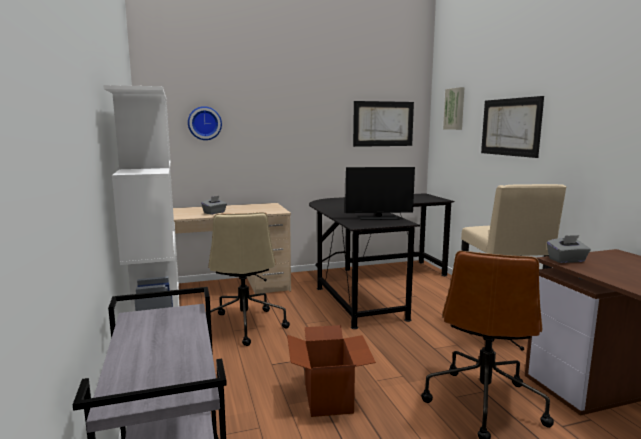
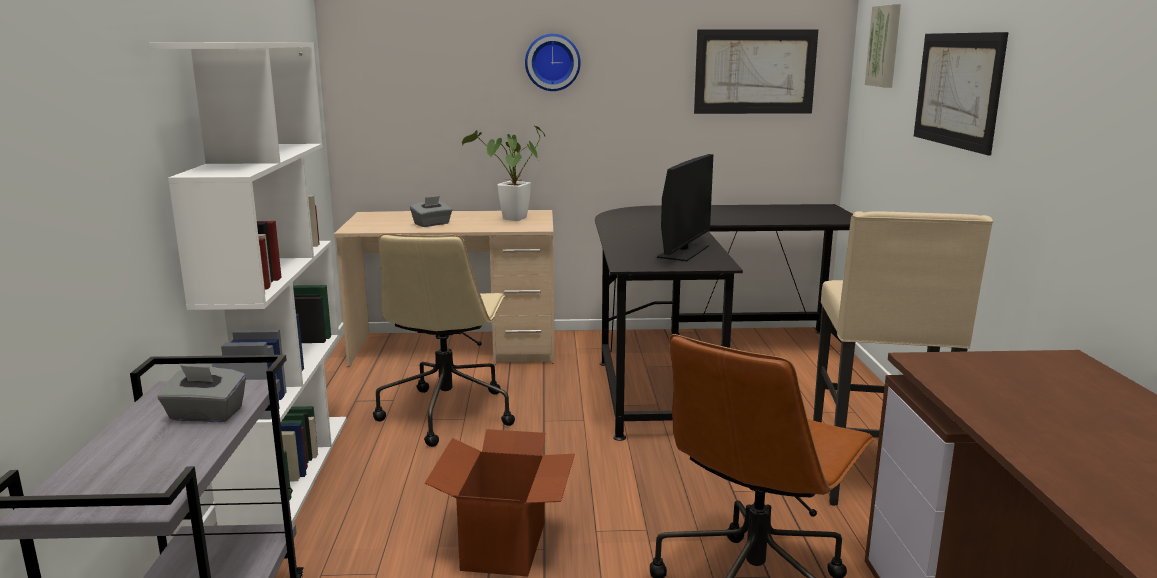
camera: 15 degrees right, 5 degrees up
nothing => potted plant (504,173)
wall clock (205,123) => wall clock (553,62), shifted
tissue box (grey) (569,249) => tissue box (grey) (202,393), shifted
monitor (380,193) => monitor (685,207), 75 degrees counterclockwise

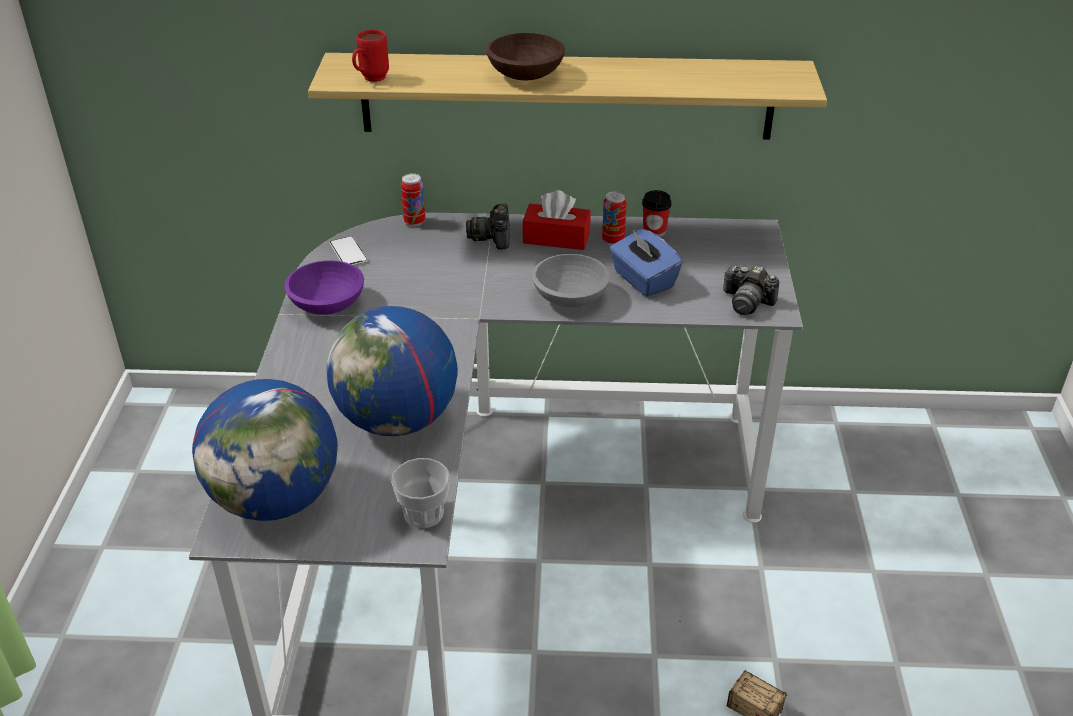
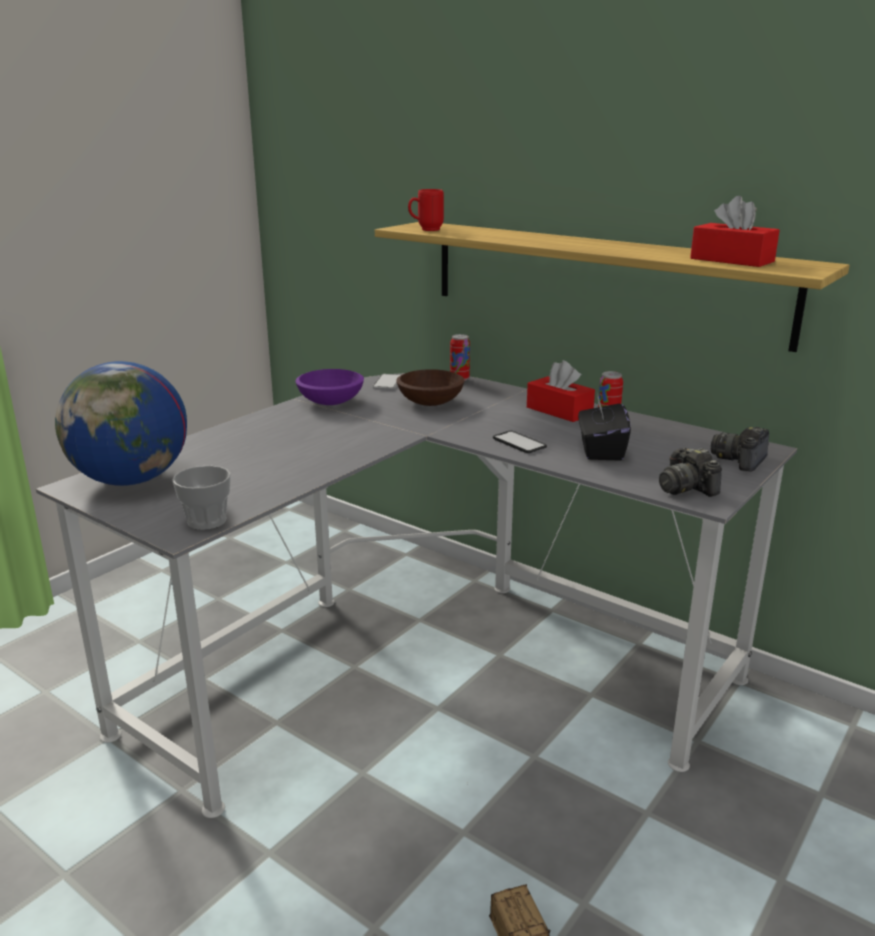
camera: 35 degrees right, 15 degrees down
globe (392,371) => nothing
cup (657,213) => nothing
nothing => tissue box (red) (735,231)
photo camera (488,227) => photo camera (740,449), shifted
bowl (brown) (525,56) => bowl (brown) (430,387), shifted
bowl (grey) (571,280) => phone (520,442)
tissue box (blue) (646,263) => tissue box (black) (604,426)

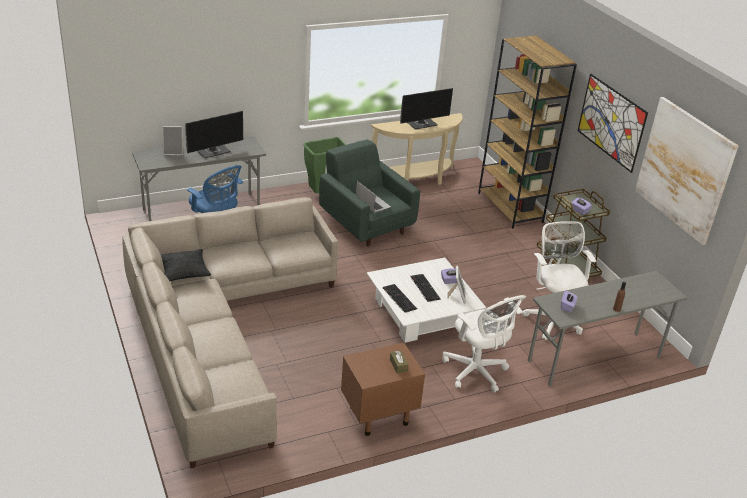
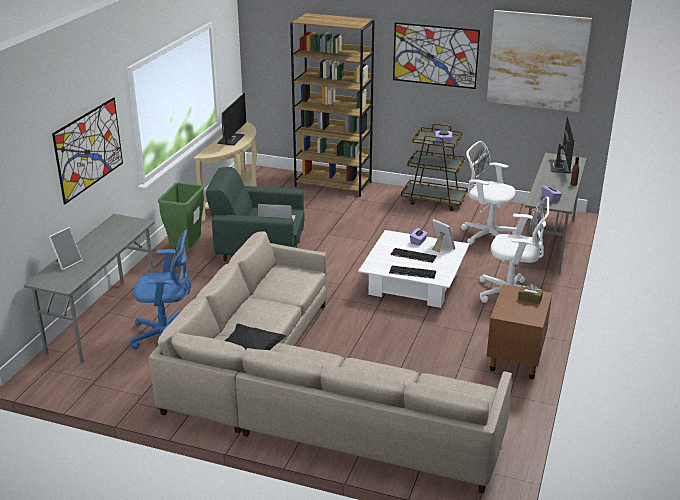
camera: 45 degrees left, 5 degrees down
nothing => picture (87,151)
monitor (214,134) => monitor (561,144), shifted

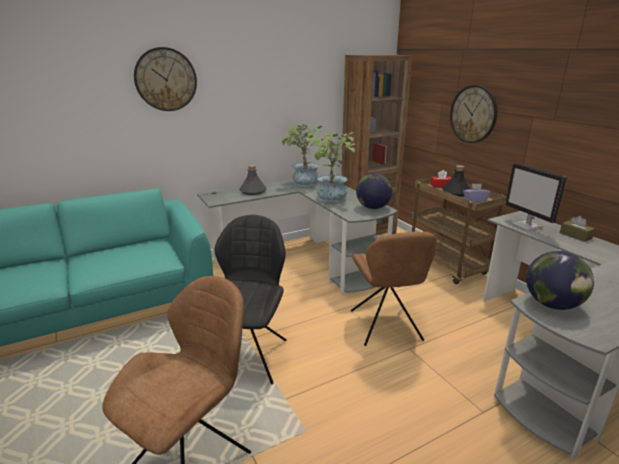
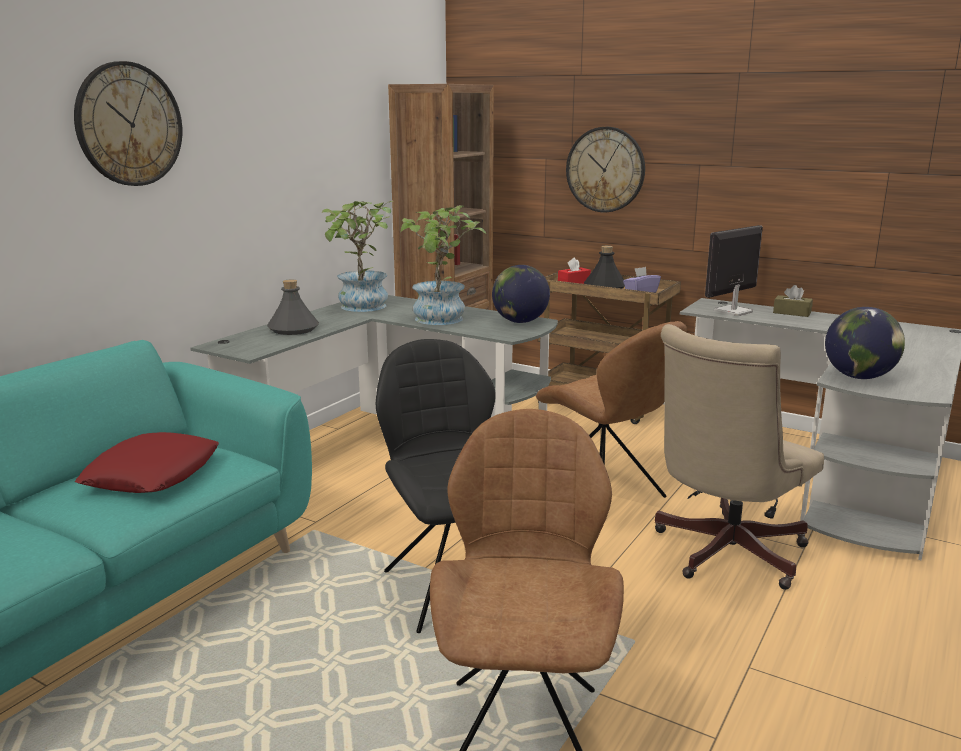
camera: 30 degrees left, 5 degrees down
nothing => pillow (red) (147,462)
nothing => office chair (beige) (739,457)
monitor (536,196) => monitor (734,270), 105 degrees clockwise

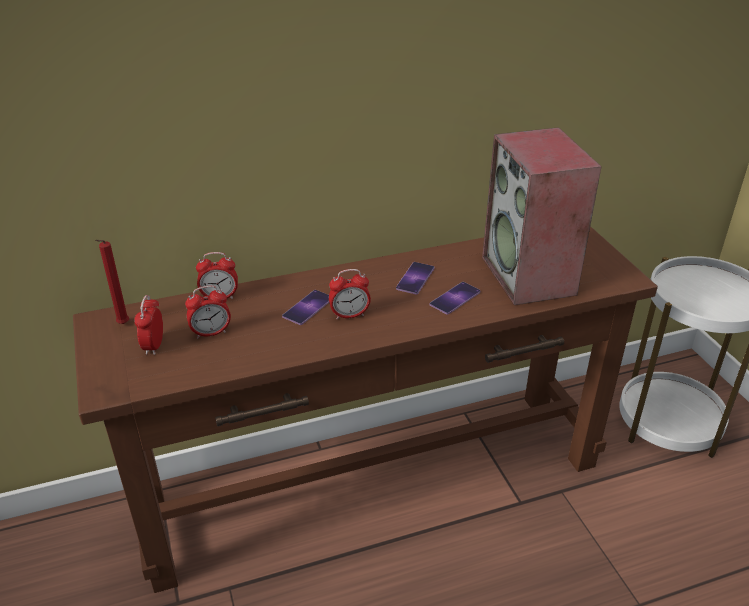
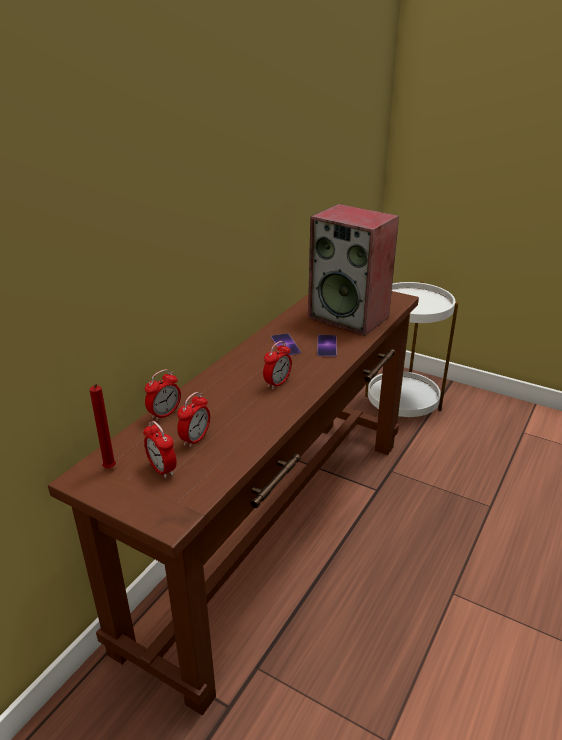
camera: 40 degrees left, 5 degrees down
phone (305,307) => nothing

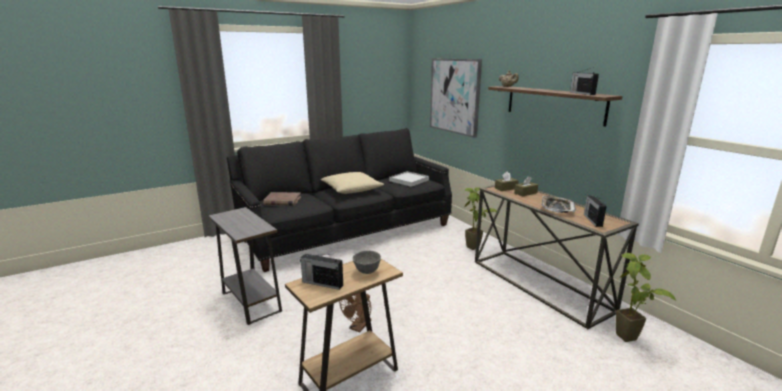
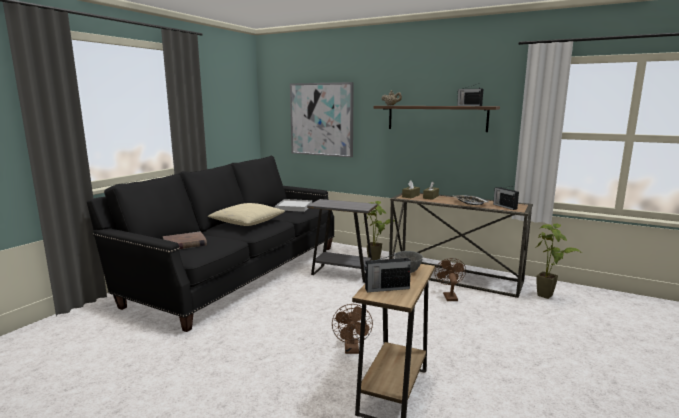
camera: 30 degrees left, 5 degrees down
nothing => fan (brown) (450,279)
side table (grey) (245,266) => side table (grey) (342,241), shifted

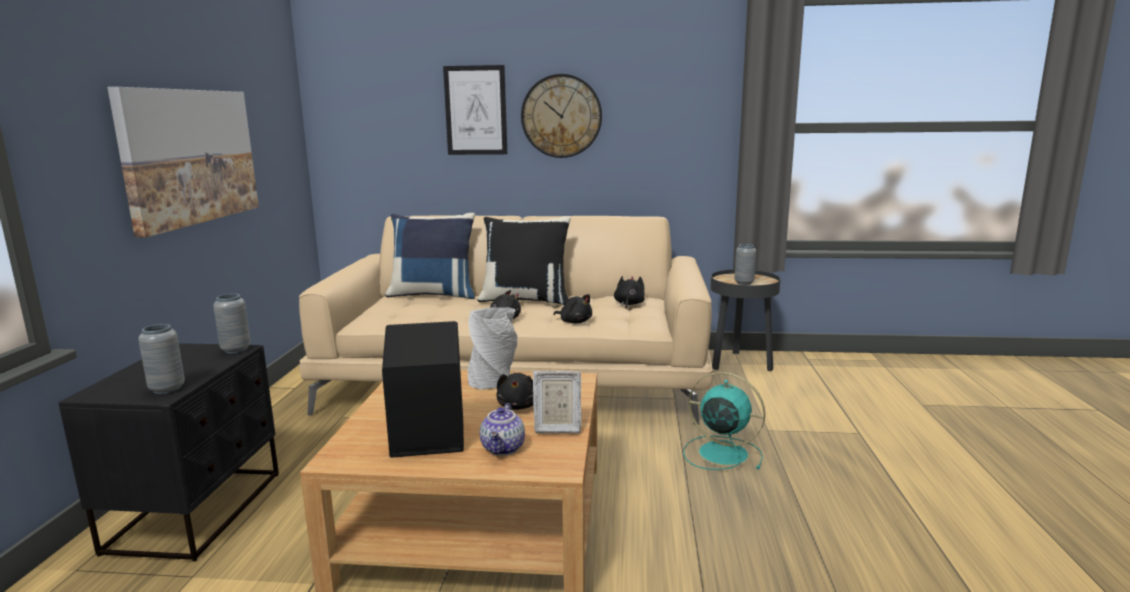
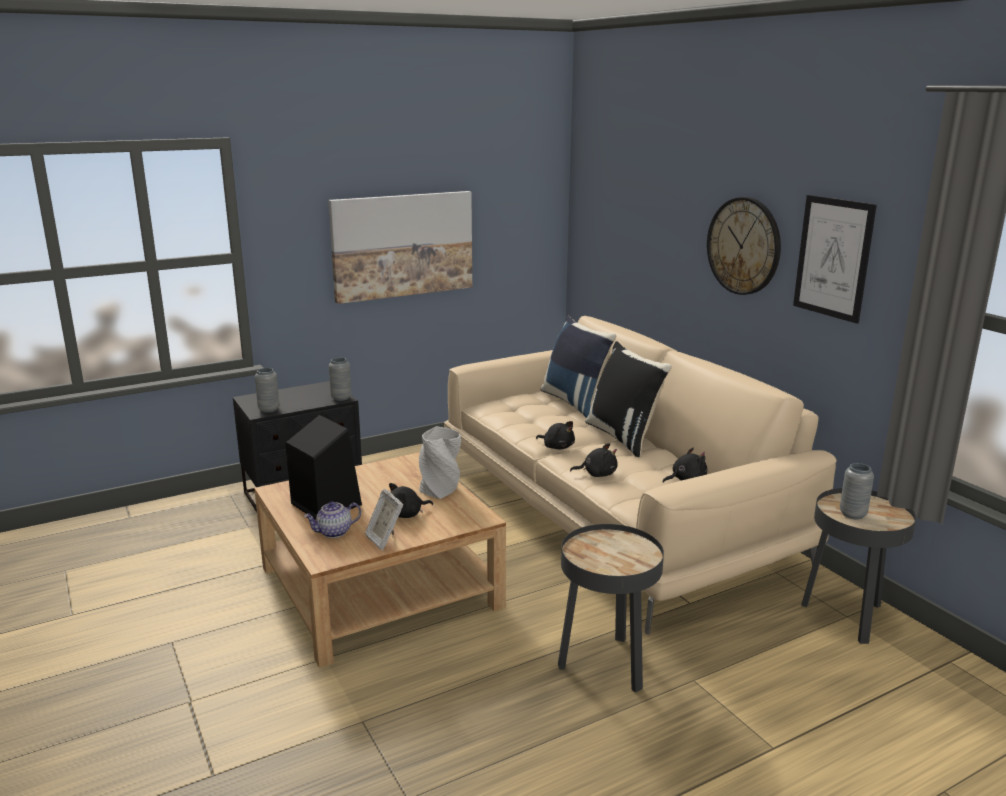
camera: 55 degrees right, 5 degrees up
picture (475,110) => picture (835,259), shifted
fan (turquoise) (724,421) => side table (black) (611,608)
plush toy (black) (572,308) => plush toy (black) (594,460), 90 degrees counterclockwise

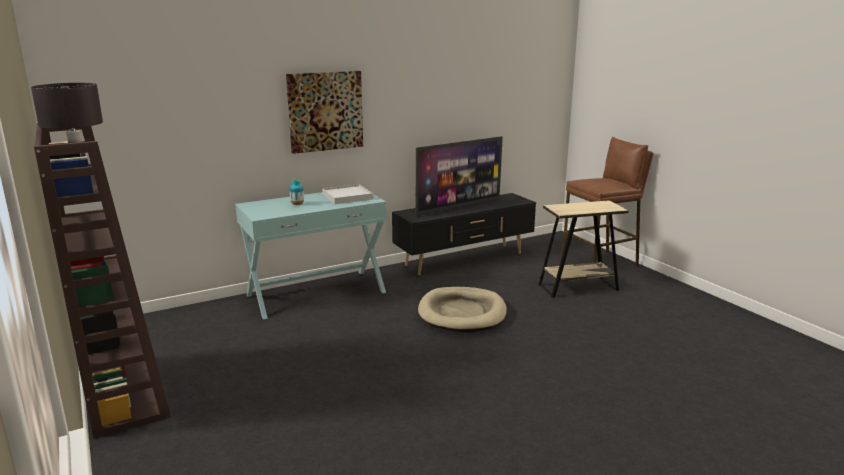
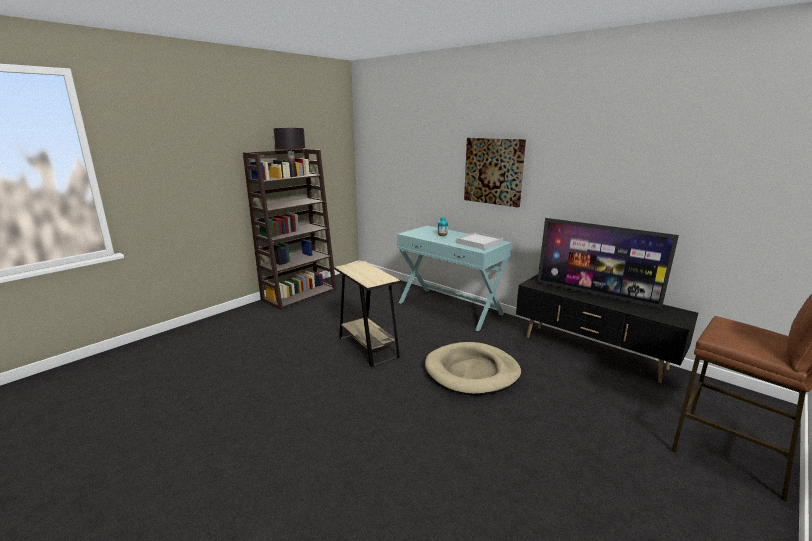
camera: 70 degrees right, 0 degrees up
side table (beige) (584,249) => side table (beige) (367,314), shifted

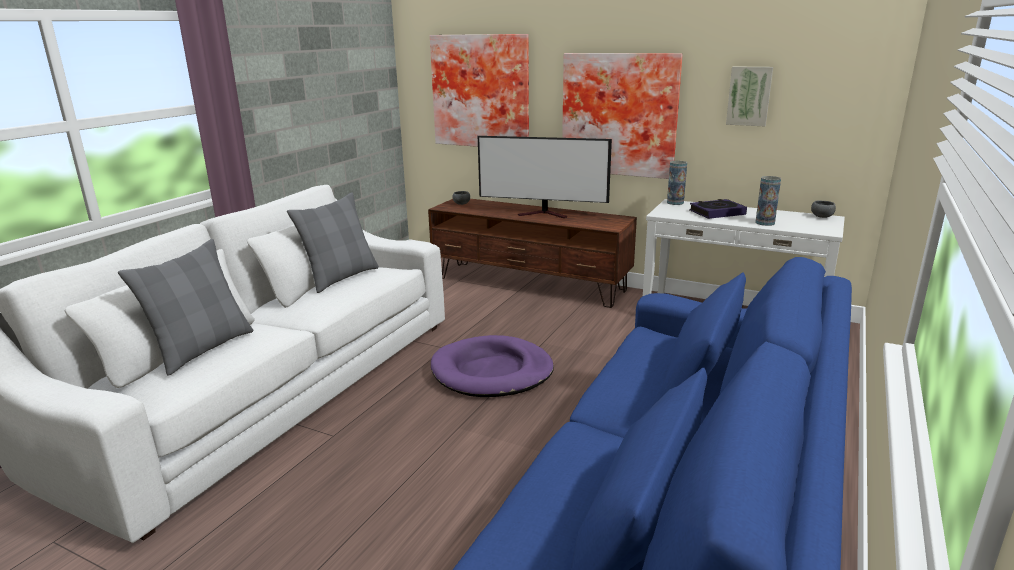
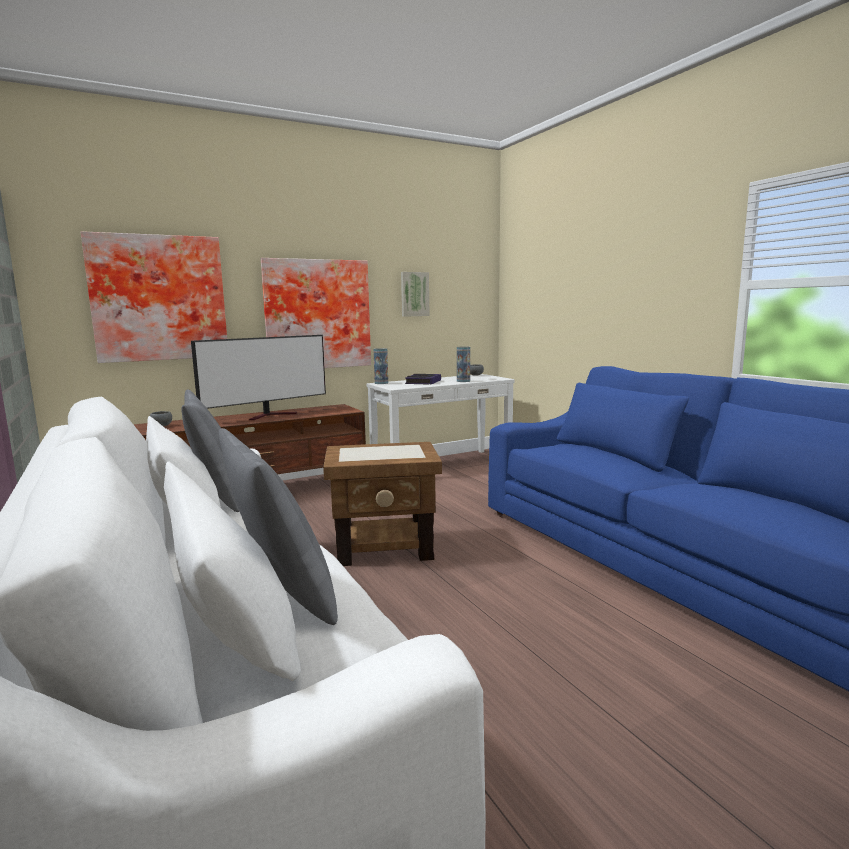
camera: 55 degrees left, 10 degrees down
dog bed (purple) (492,366) => side table (brown) (382,504)

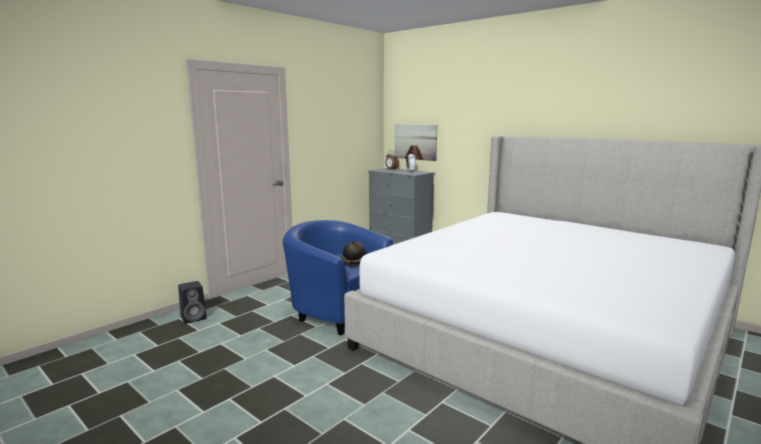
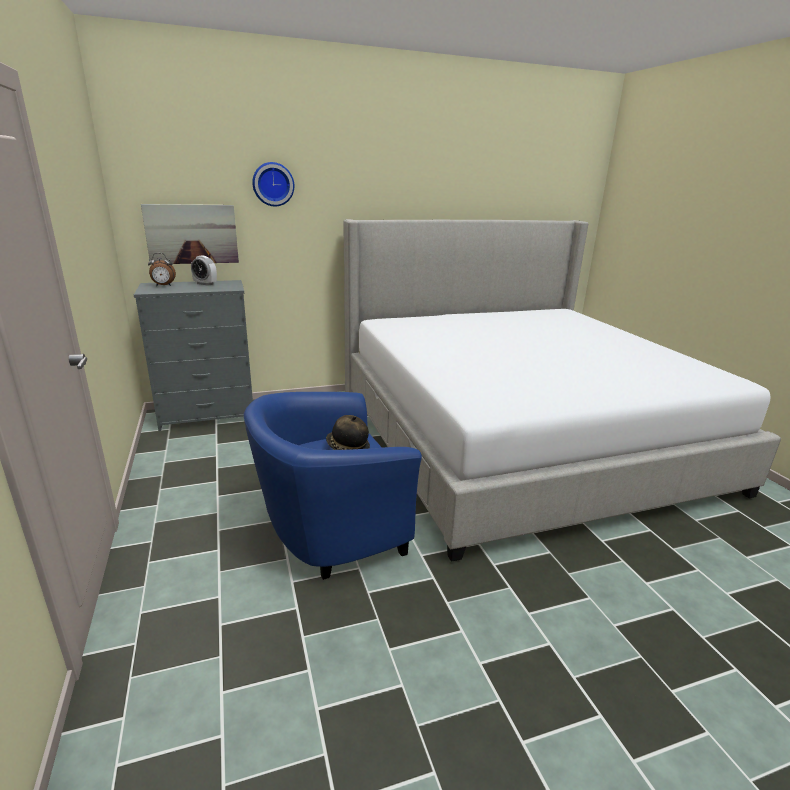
camera: 60 degrees left, 10 degrees up
speaker (black) (192,302) => nothing
nothing => wall clock (273,184)

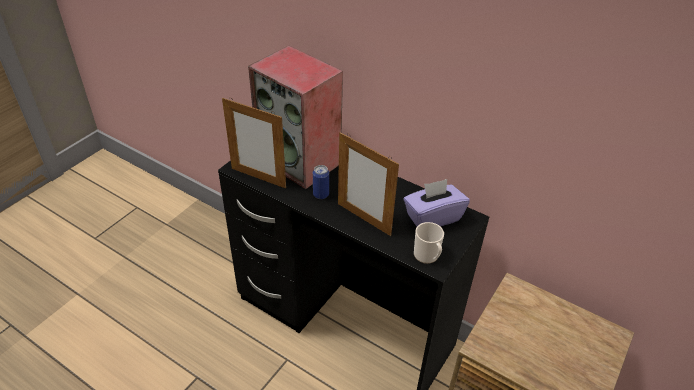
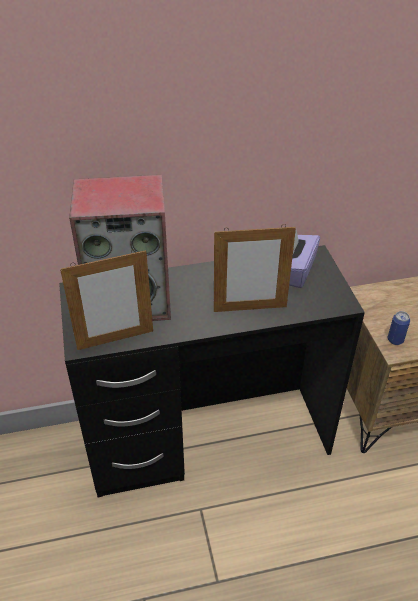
camera: 45 degrees left, 0 degrees up
mug (429,243) => nothing
can (321,182) => can (399,328), shifted

